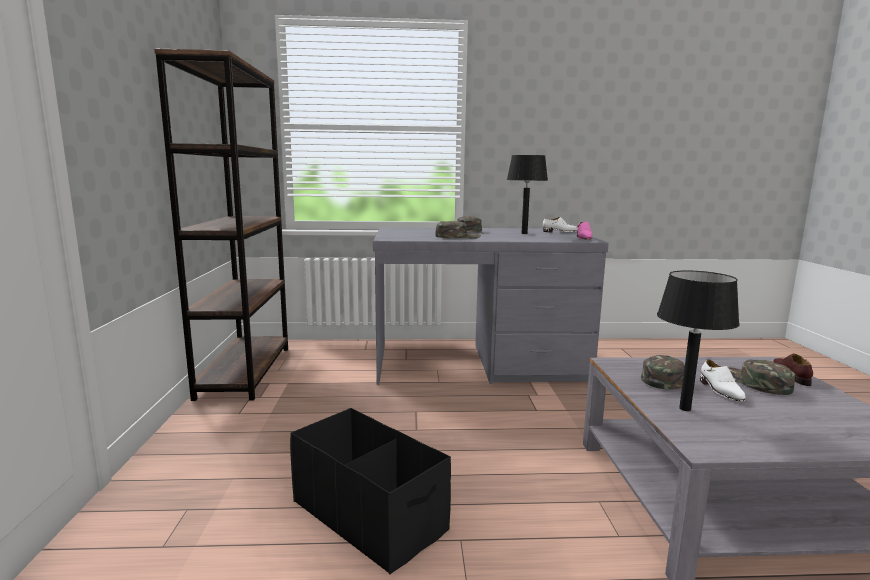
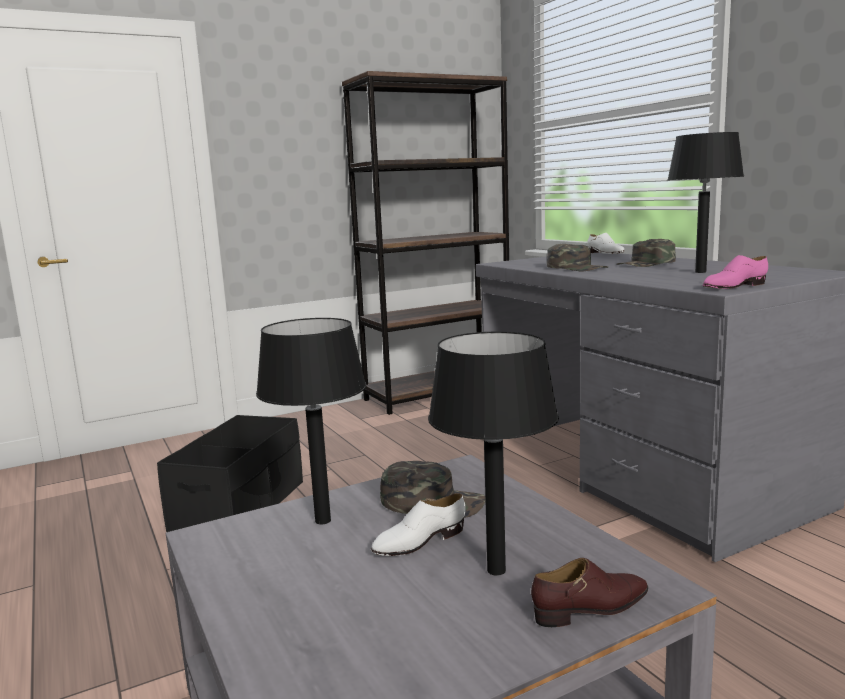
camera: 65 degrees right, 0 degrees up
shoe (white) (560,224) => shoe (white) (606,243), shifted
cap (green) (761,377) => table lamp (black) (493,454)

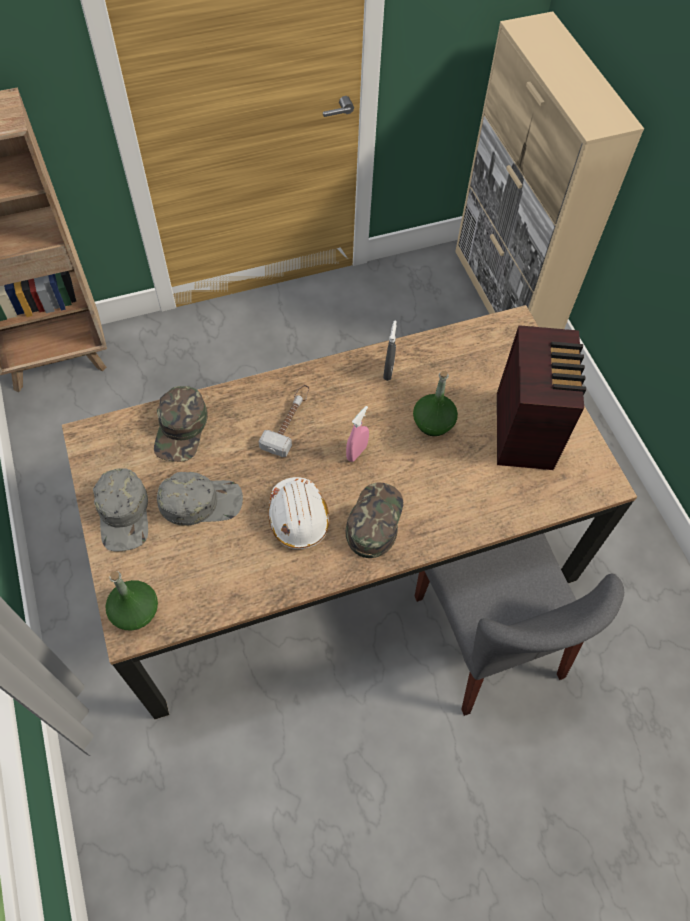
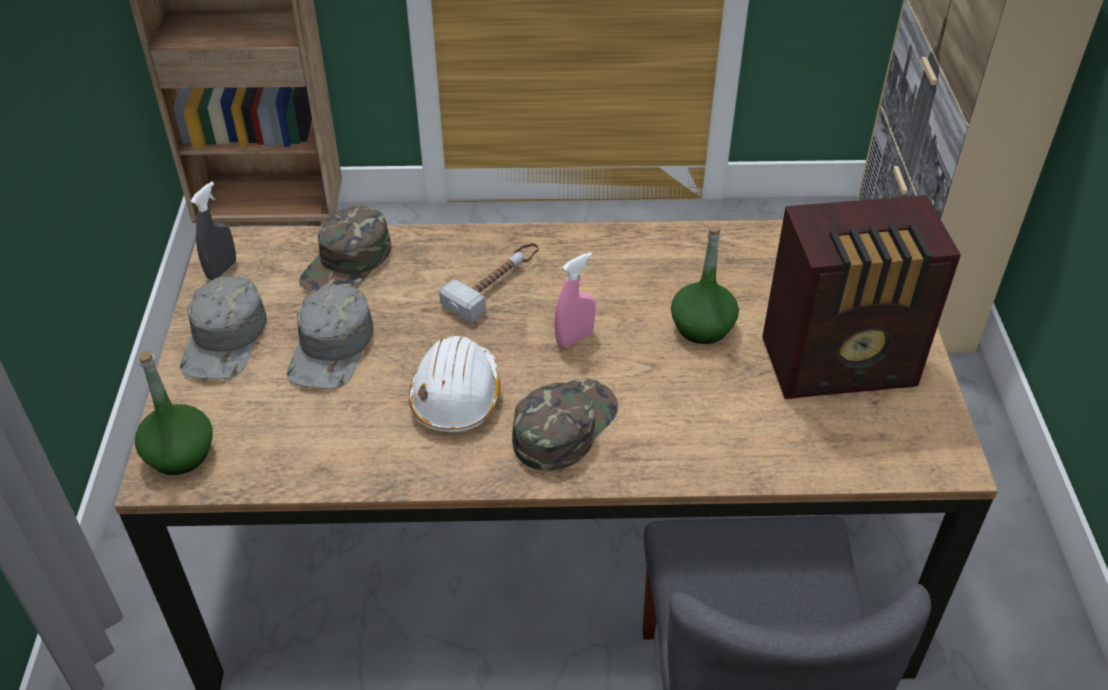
camera: 20 degrees right, 15 degrees down
spray bottle (grey) (389,350) => spray bottle (grey) (213,230), shifted
cap (grey) (200,499) => cap (grey) (330,337), 90 degrees clockwise
radio (541,397) => radio (861,297), 60 degrees clockwise

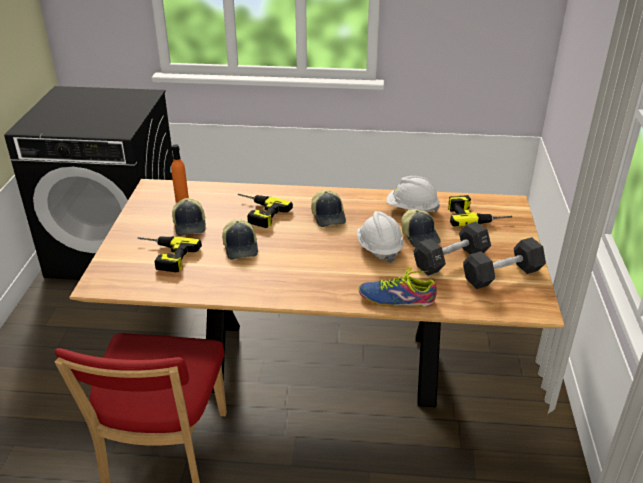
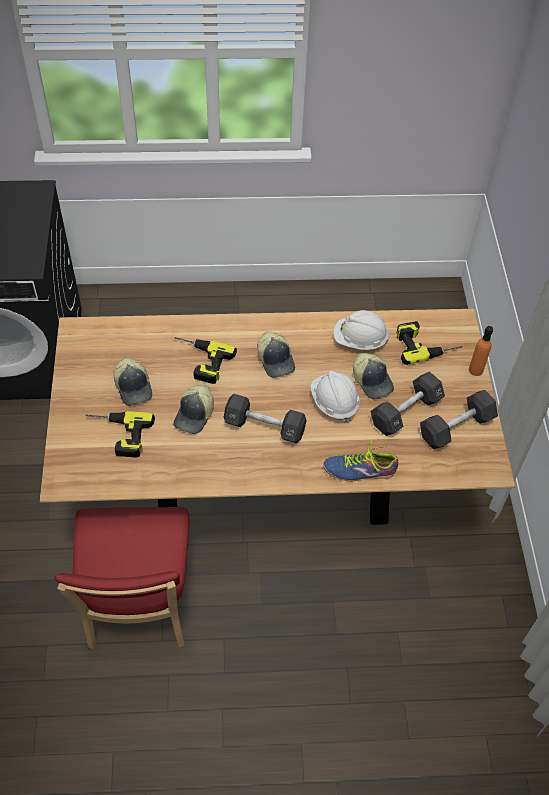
camera: 10 degrees left, 20 degrees up
nothing => dumbbell (black) (265,419)
bottle (orange) (180,173) => bottle (orange) (481,351), shifted
cap (240,239) => cap (193,409), 45 degrees clockwise

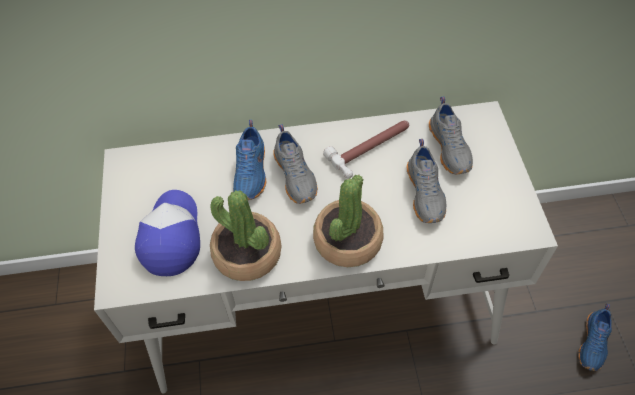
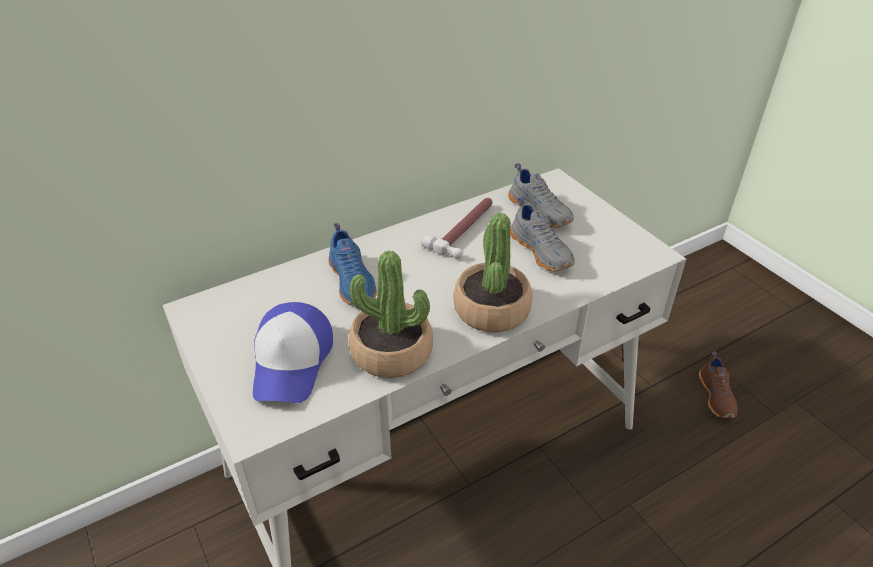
camera: 25 degrees left, 15 degrees down
shoe (grey) (295,164) => nothing
shoe (blue) (595,337) => shoe (brown) (718,384)
cap (167,233) => cap (293,352), 150 degrees counterclockwise

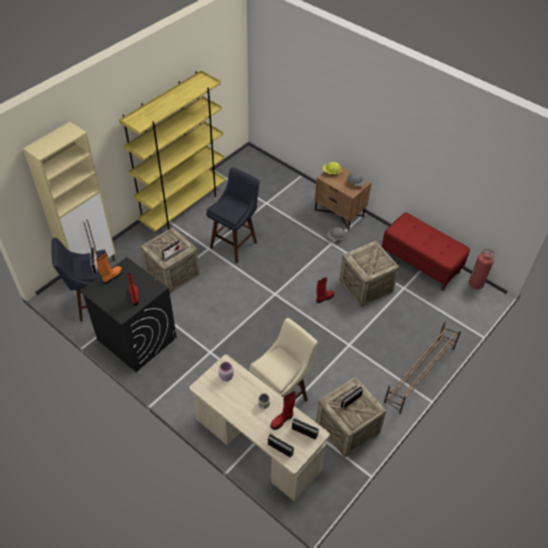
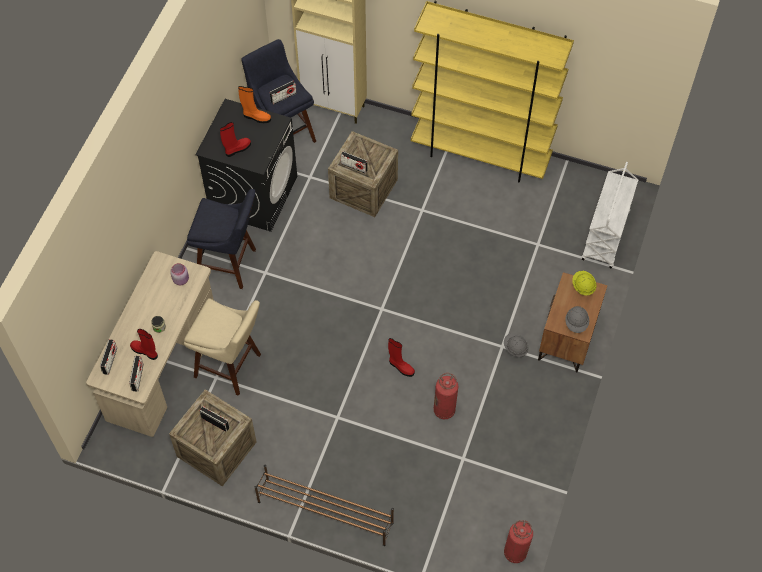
camera: 70 degrees right, 10 degrees up
bench (red) (426,251) => nothing
nothing => cart (white) (610,215)
stool (blue) (233,215) => stool (blue) (221,239), shifted
crate (369,274) => fire extinguisher (446,396)

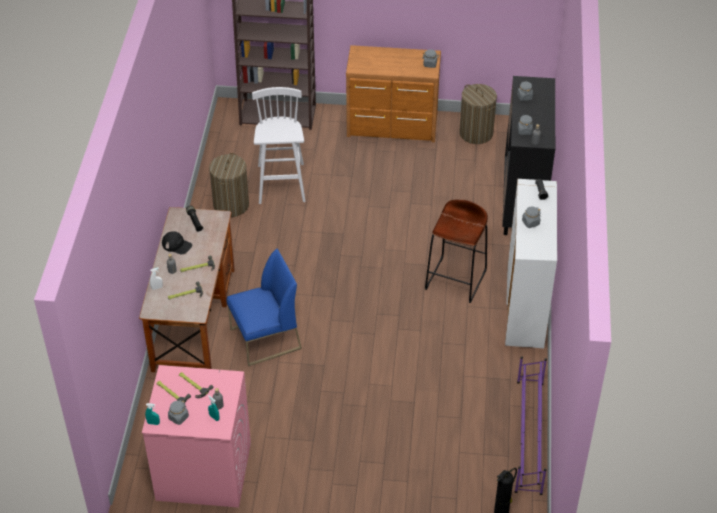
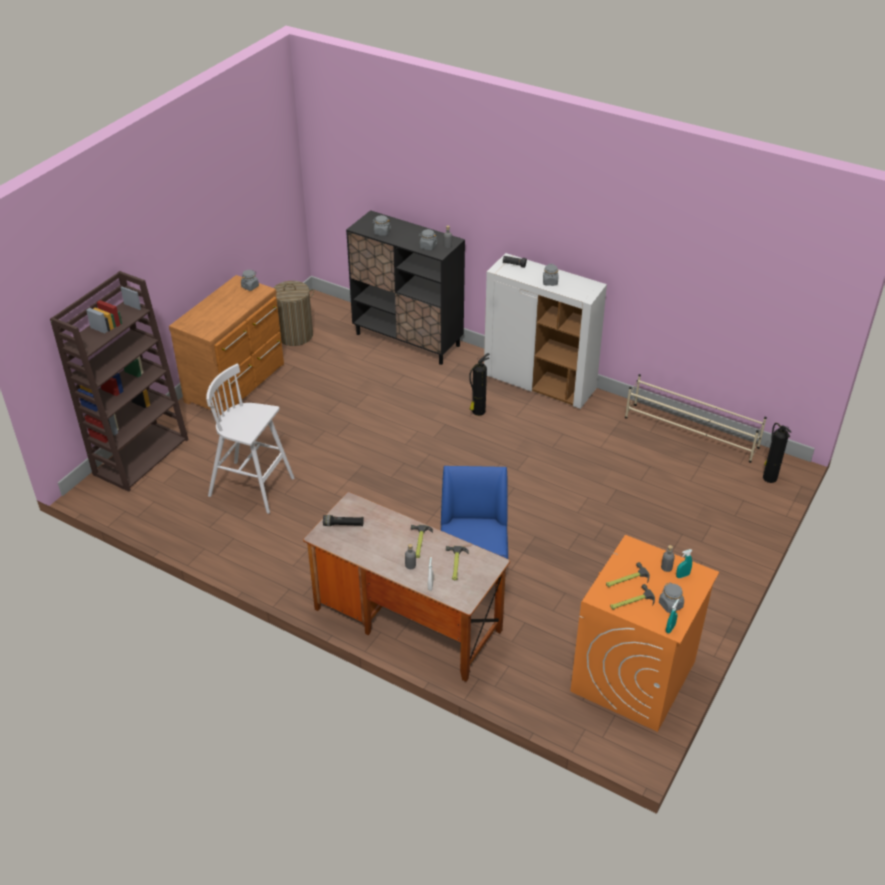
camera: 65 degrees left, 5 degrees down
cap (black) (177,243) => nothing
laundry basket (229,185) => nothing
stool (brown) (456,251) => fire extinguisher (479,384)
washing machine (pink) (196,436) => washing machine (orange) (644,633)
shoe rack (purple) (531,425) => shoe rack (beige) (696,418)

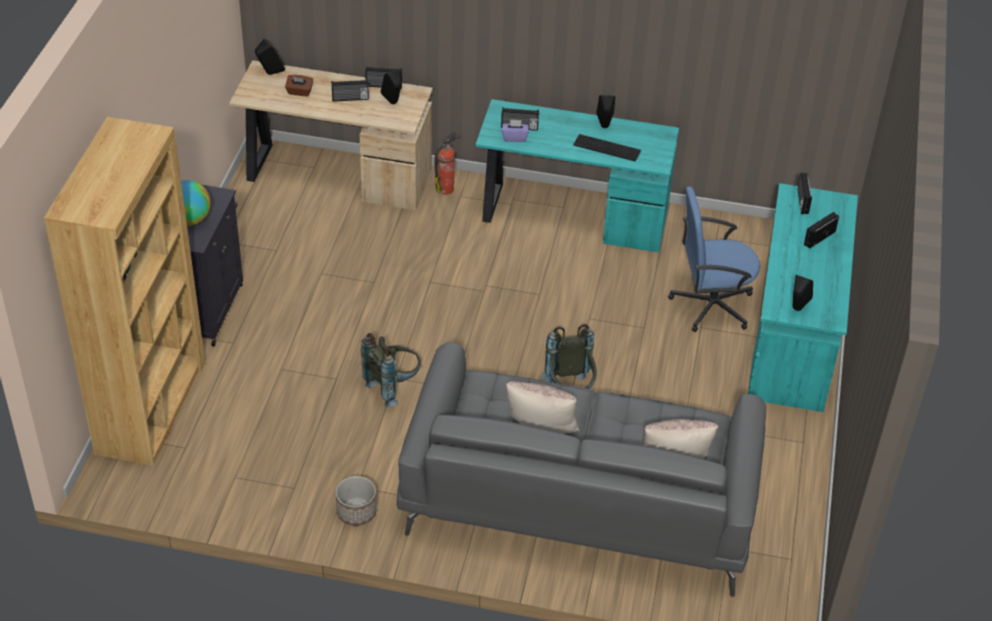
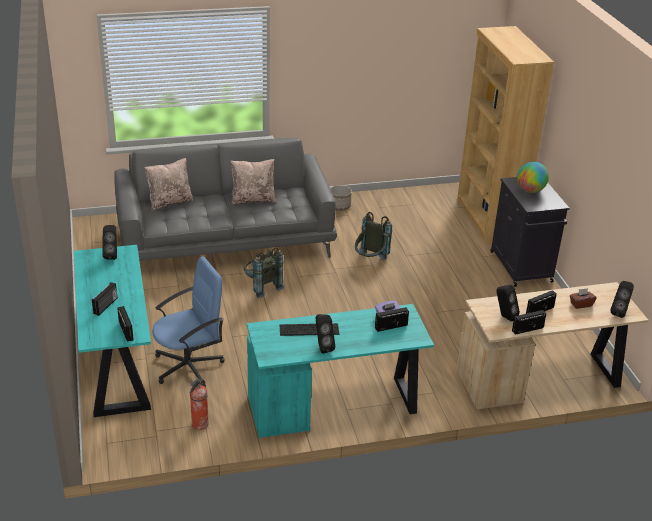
camera: 155 degrees right, 10 degrees down
fire extinguisher (446,163) => fire extinguisher (199,404), shifted

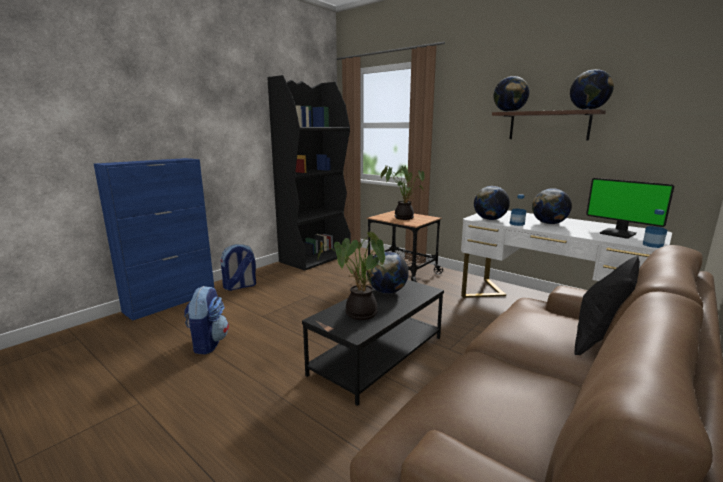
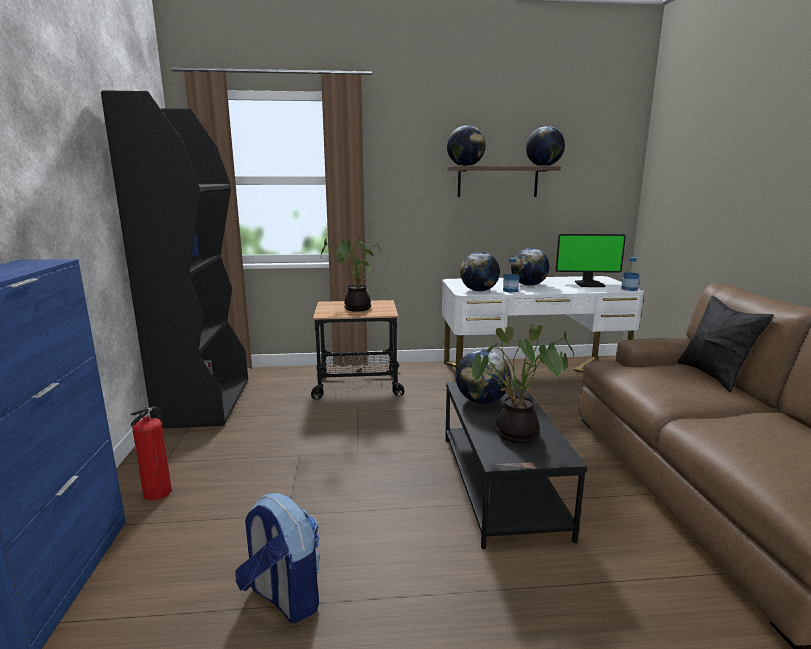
camera: 45 degrees left, 0 degrees up
backpack (238,267) => fire extinguisher (151,453)

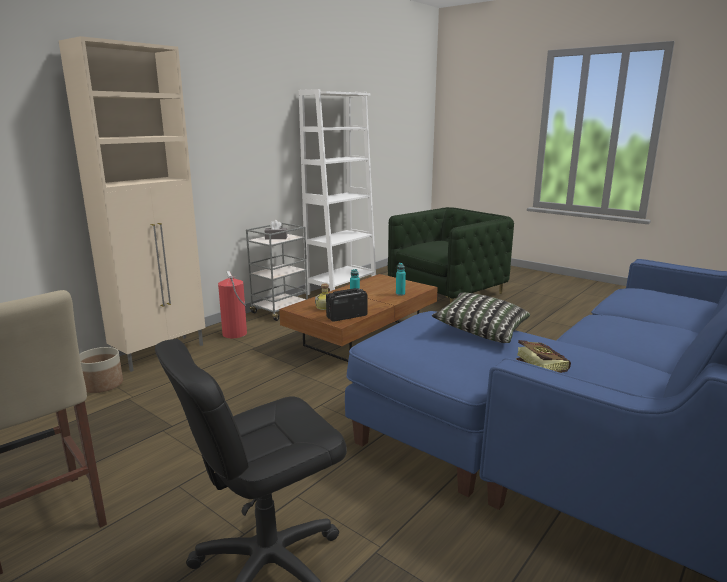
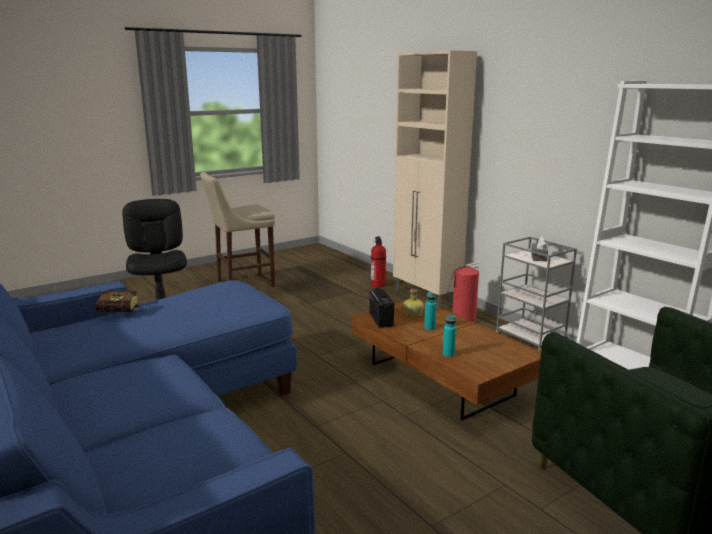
camera: 105 degrees right, 0 degrees up
pillow (481,318) => nothing
planter (101,370) => fire extinguisher (378,261)

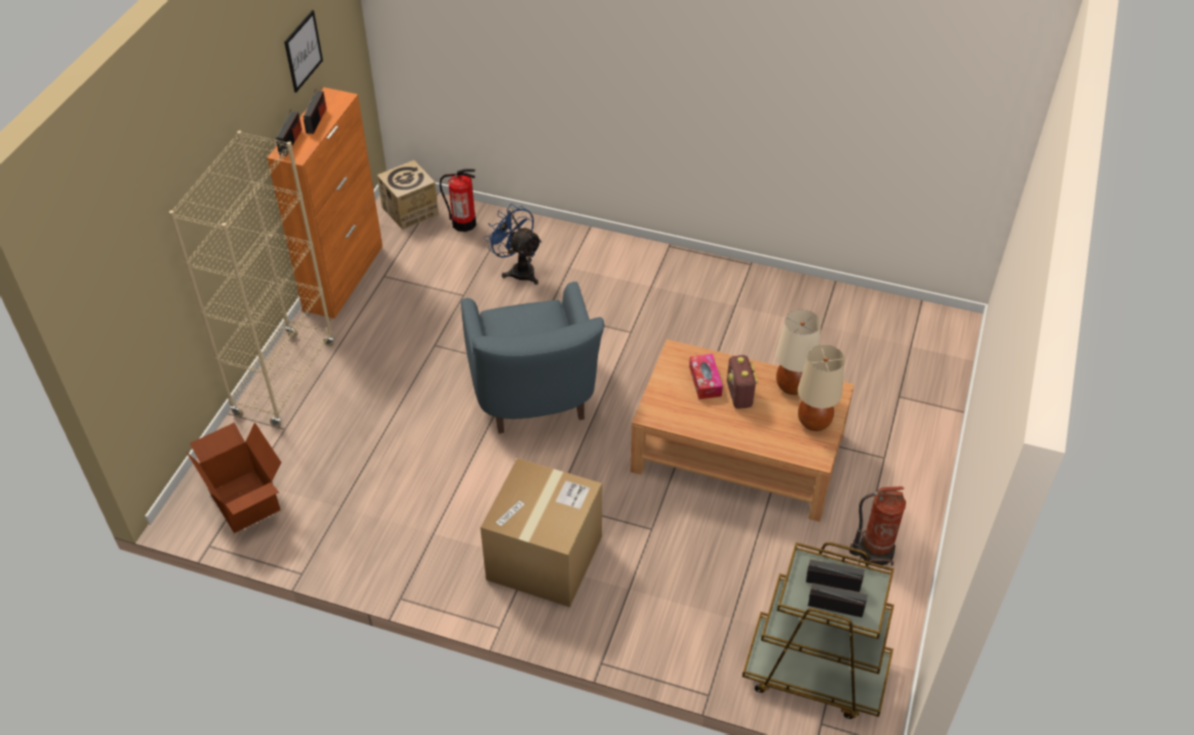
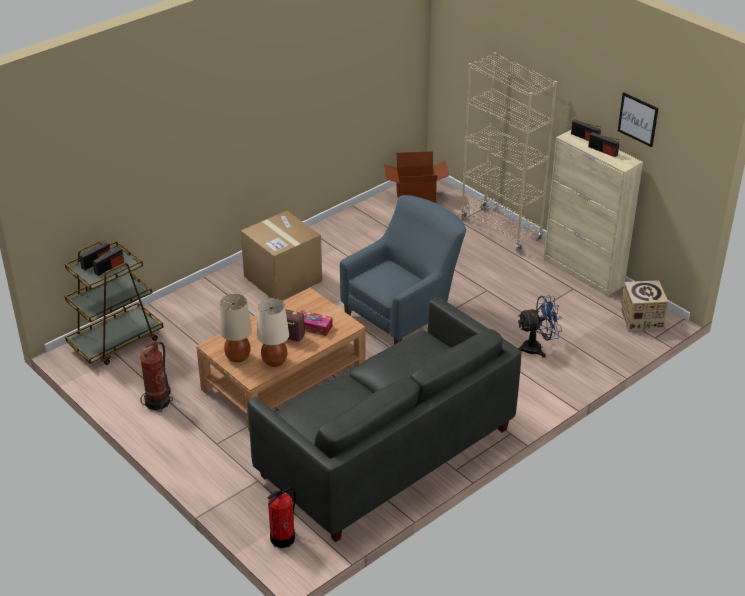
camera: 120 degrees right, 10 degrees down
nothing => sofa (grey) (384,419)
fire extinguisher (458,200) => fire extinguisher (282,517), shifted
cabinet (orange) (325,203) => cabinet (beige) (593,213)
armchair (blue) (533,358) => armchair (blue) (403,270), 120 degrees clockwise

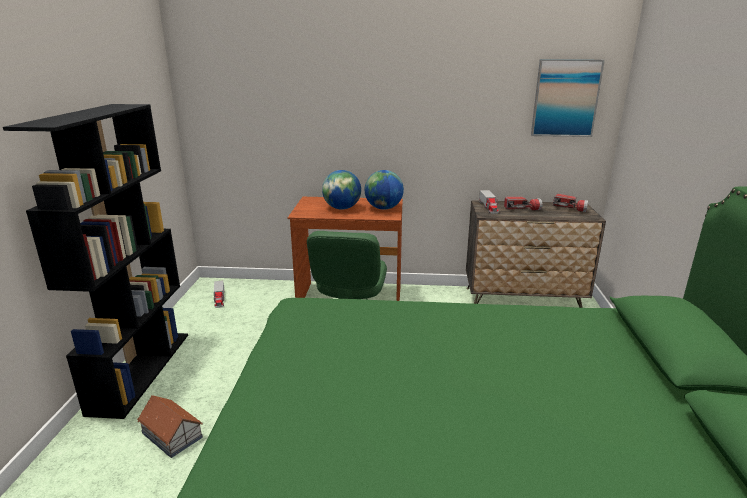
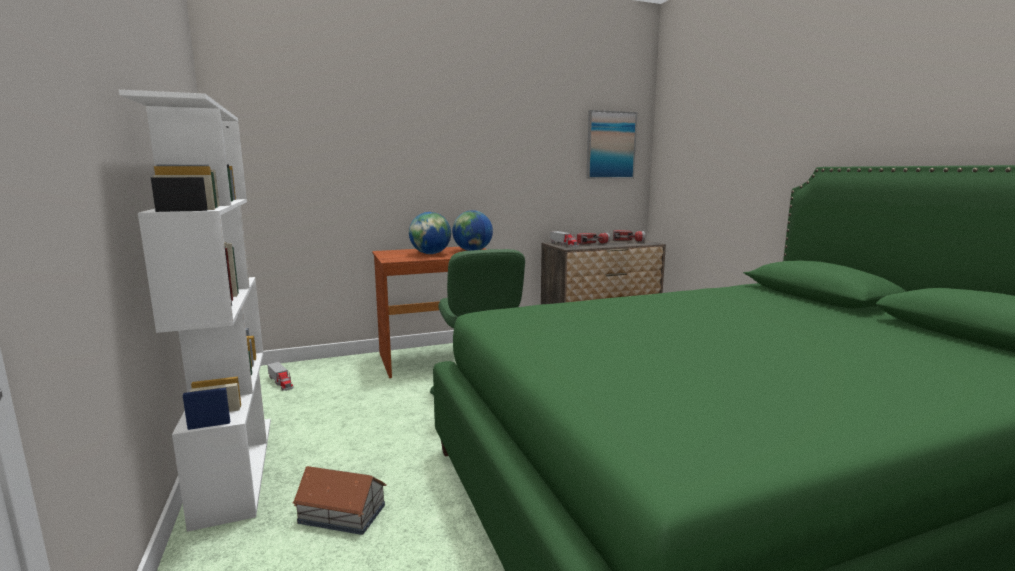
camera: 25 degrees left, 10 degrees down
bookcase (black) (95,261) => bookcase (white) (195,311)

